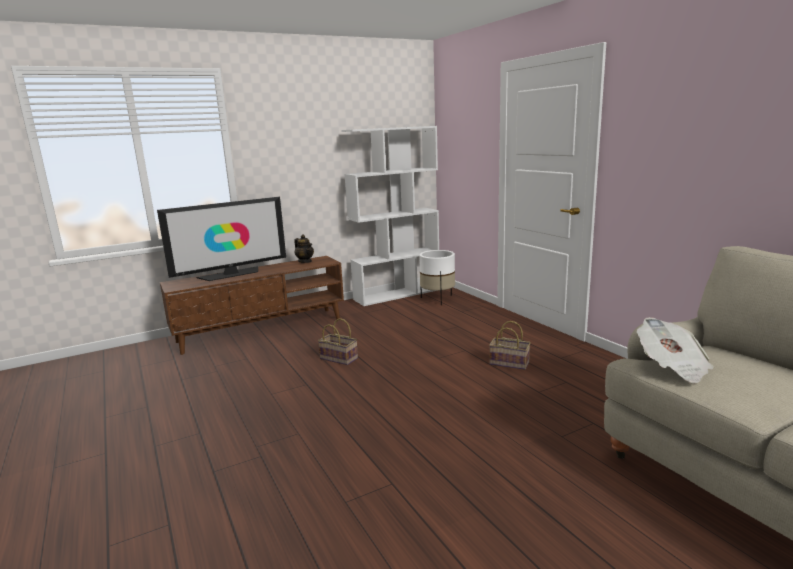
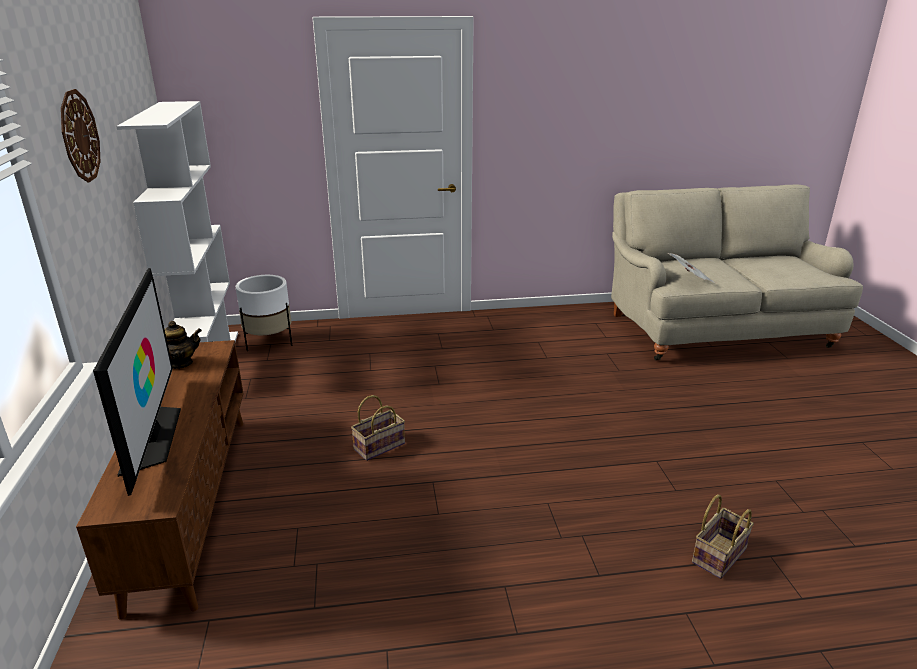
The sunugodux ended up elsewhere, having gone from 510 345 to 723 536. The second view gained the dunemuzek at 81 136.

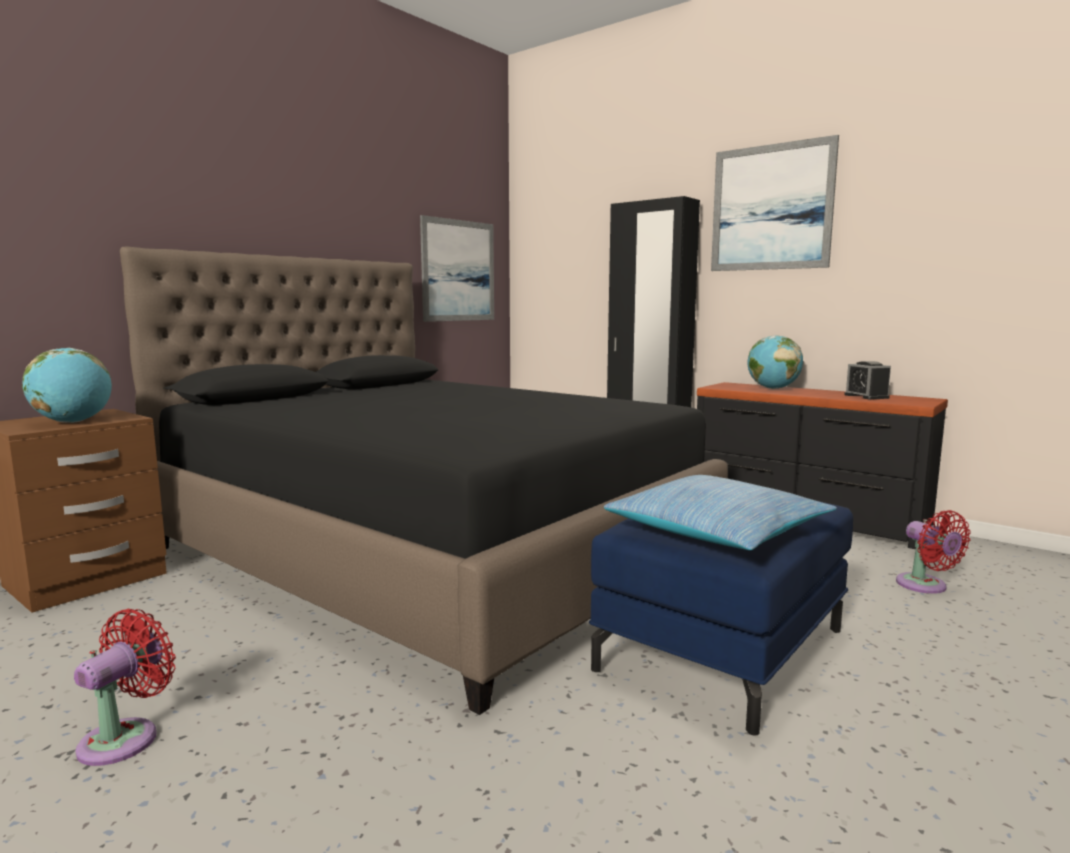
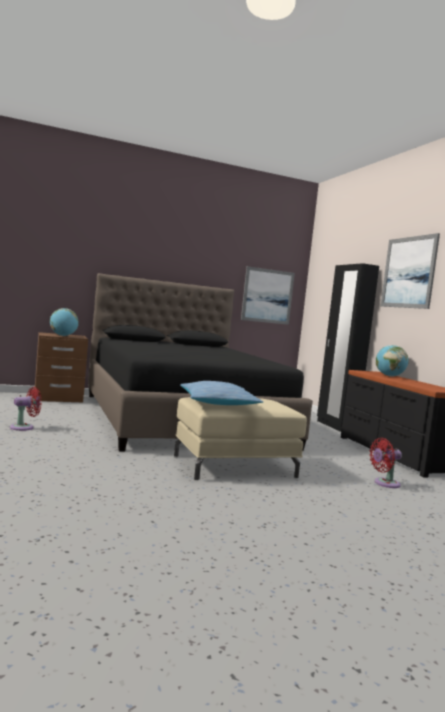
What was the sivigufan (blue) at 721 618 turned into the sivigufan (beige) at 240 438. The second view lost the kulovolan at 867 380. The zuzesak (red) at 933 552 ended up facing another way, 60 degrees clockwise from before.

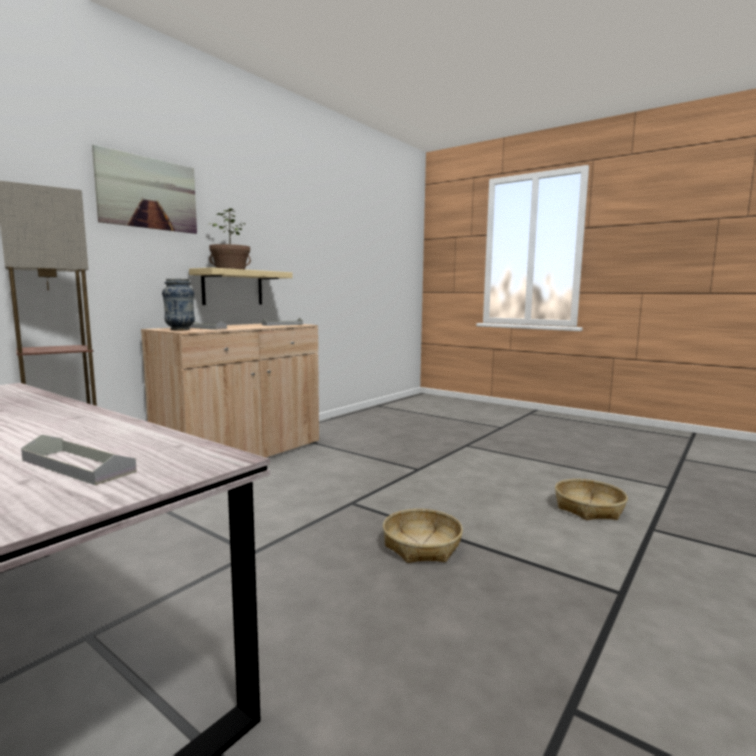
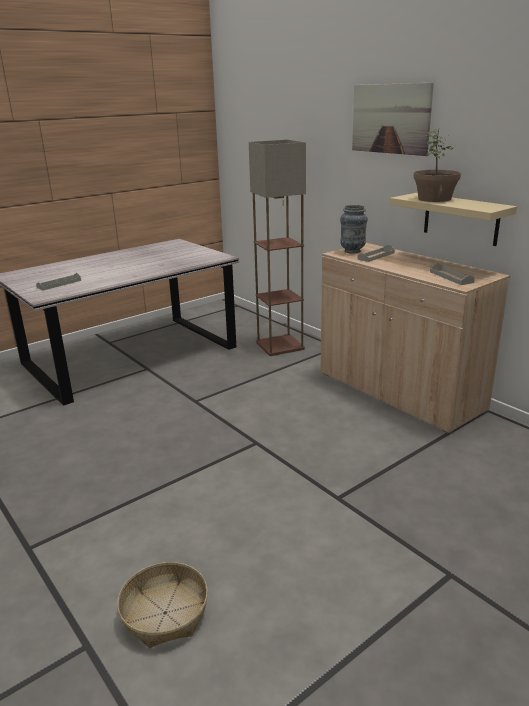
The second view lost the sunugodux at 423 536.

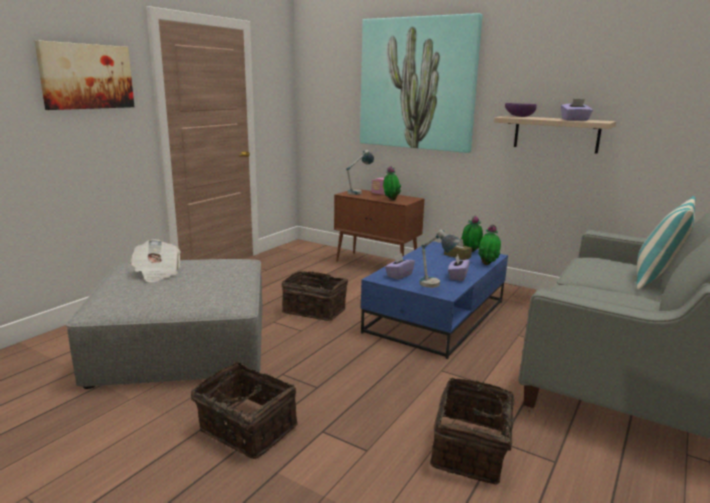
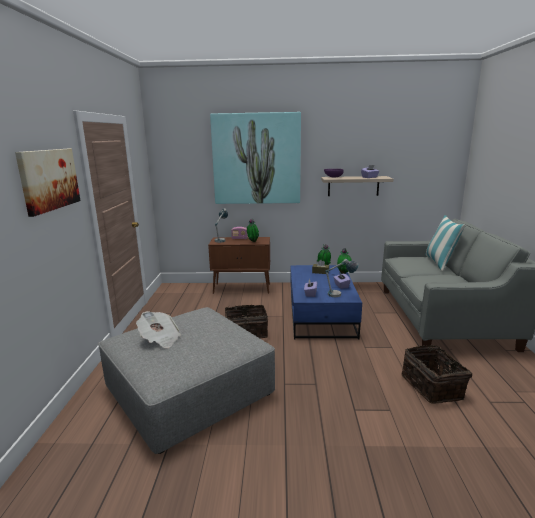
The second view lost the sunugodux at 244 410.

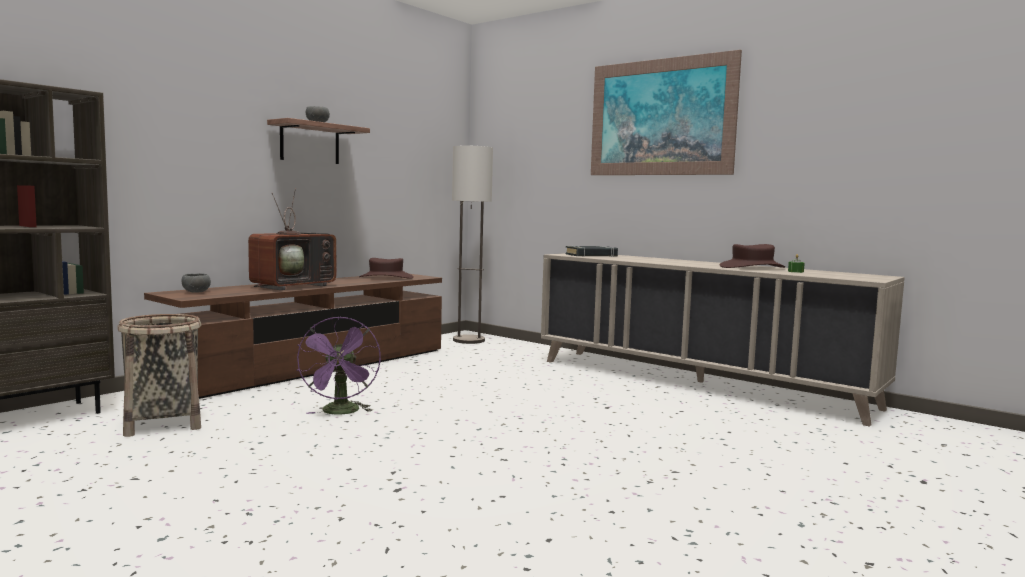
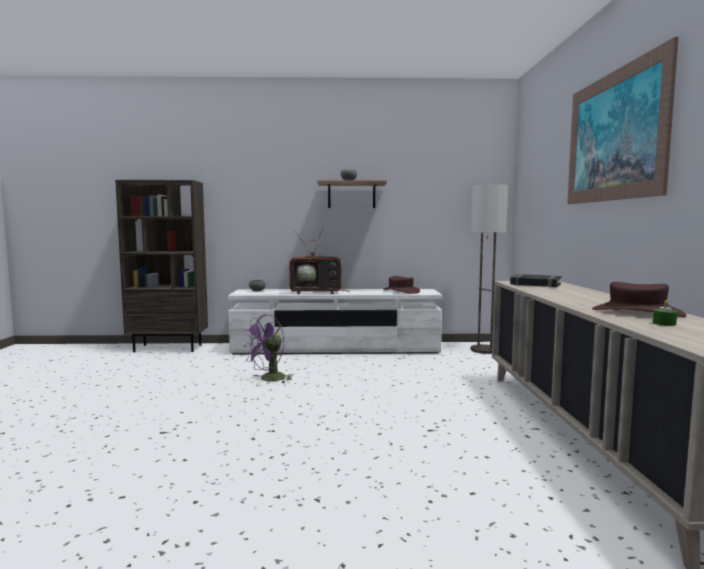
The second view lost the sunugodux at 159 375. What was the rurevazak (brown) at 293 336 turned into the rurevazak (white) at 335 321.

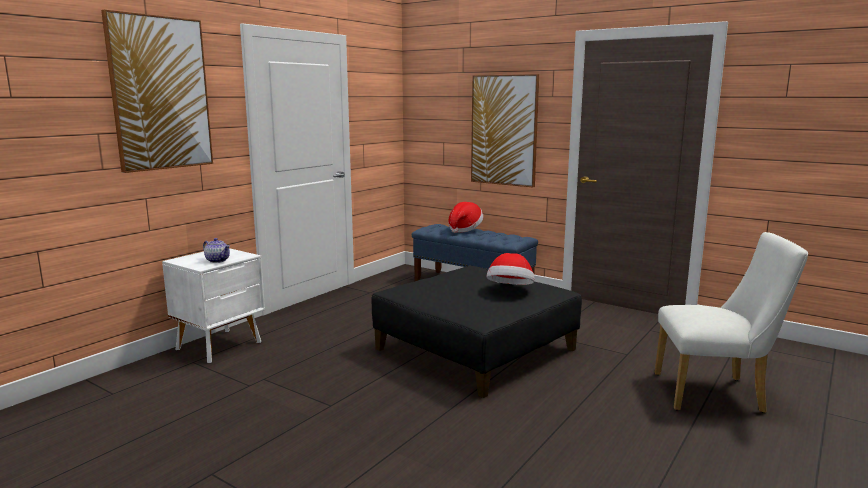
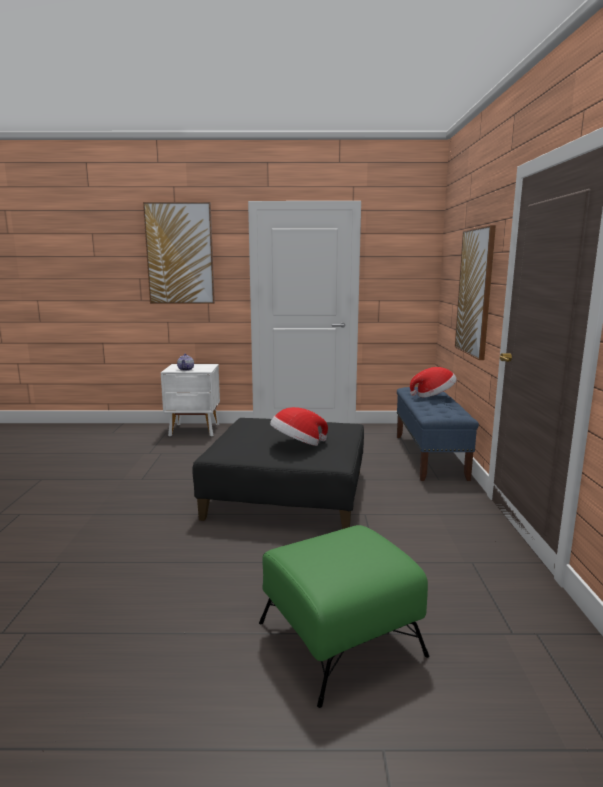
Where the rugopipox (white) stood at 731 322, the sivigufan (green) came to stand at 344 616.

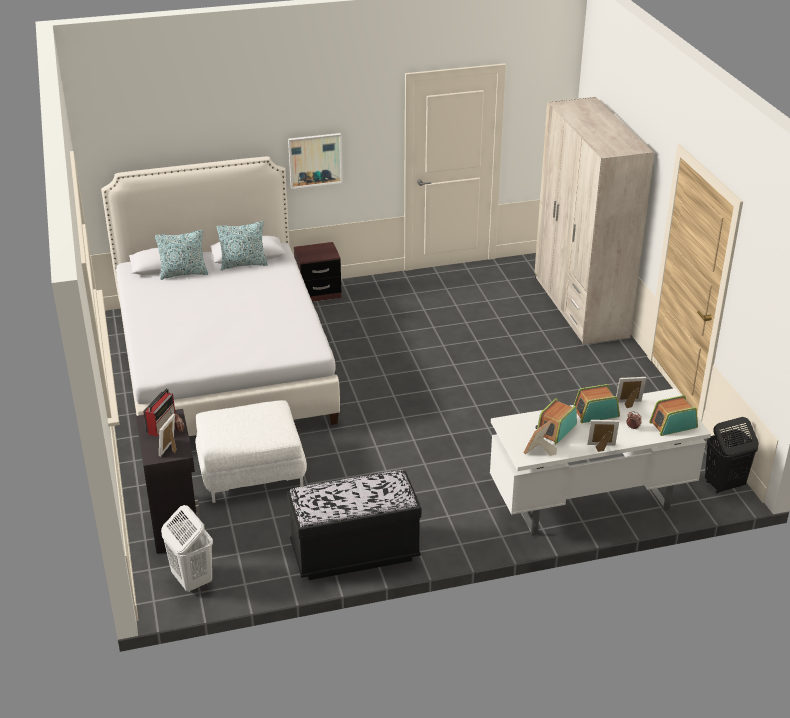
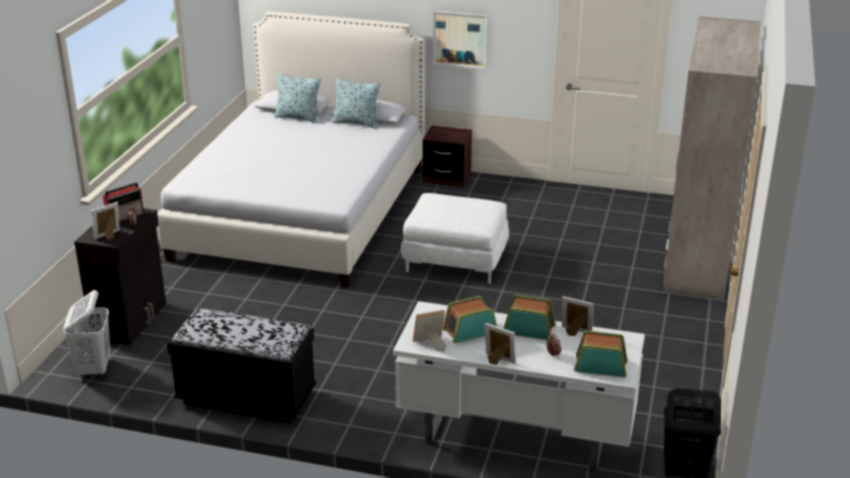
The sivigufan (white) ended up elsewhere, having gone from 251 451 to 455 238.

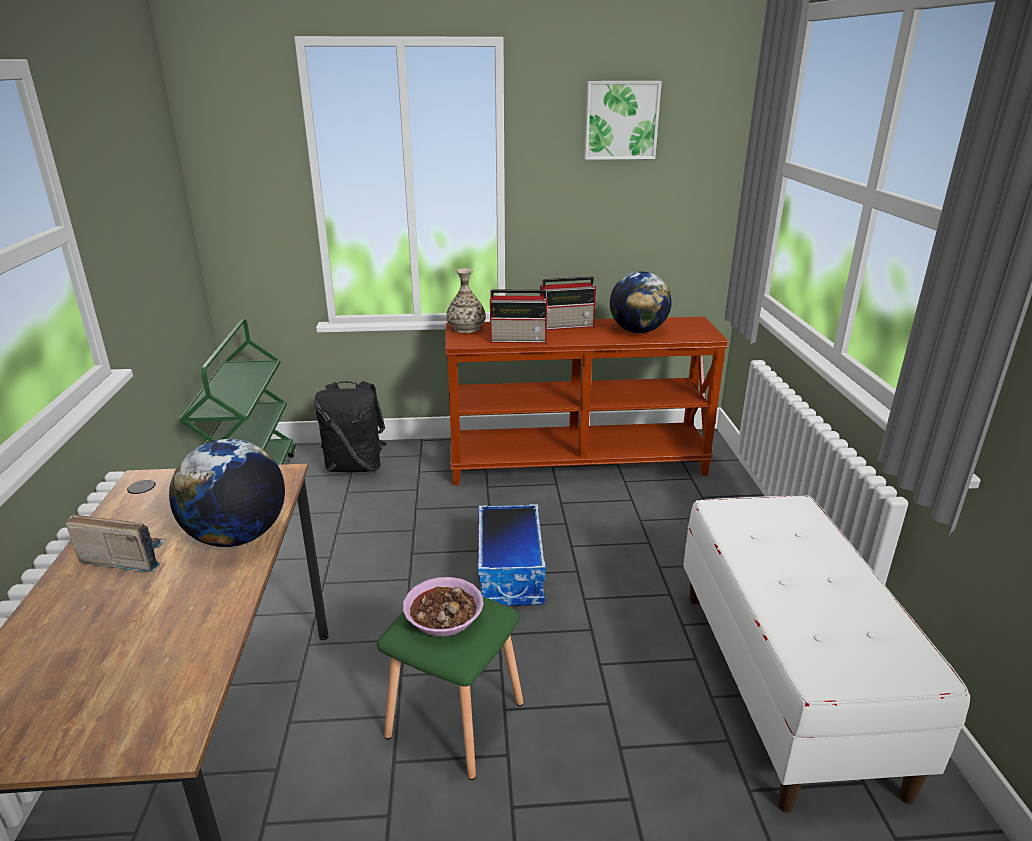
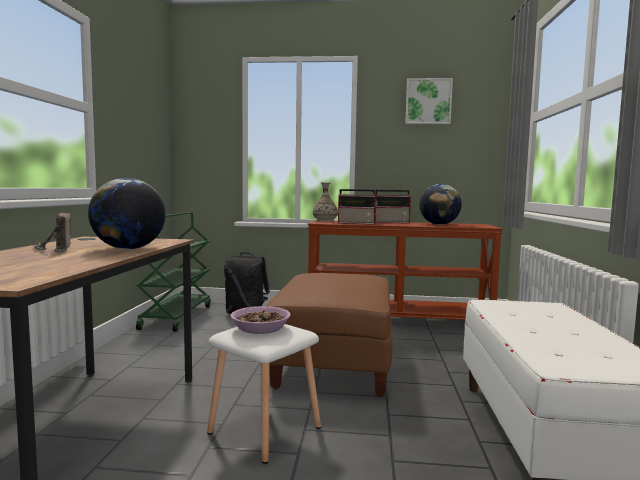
The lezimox at 116 543 ended up facing another way, 135 degrees counterclockwise from before. What was the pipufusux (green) at 450 688 turned into the pipufusux (white) at 264 394. Where the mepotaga stood at 512 555, the sivigufan (brown) came to stand at 330 335.

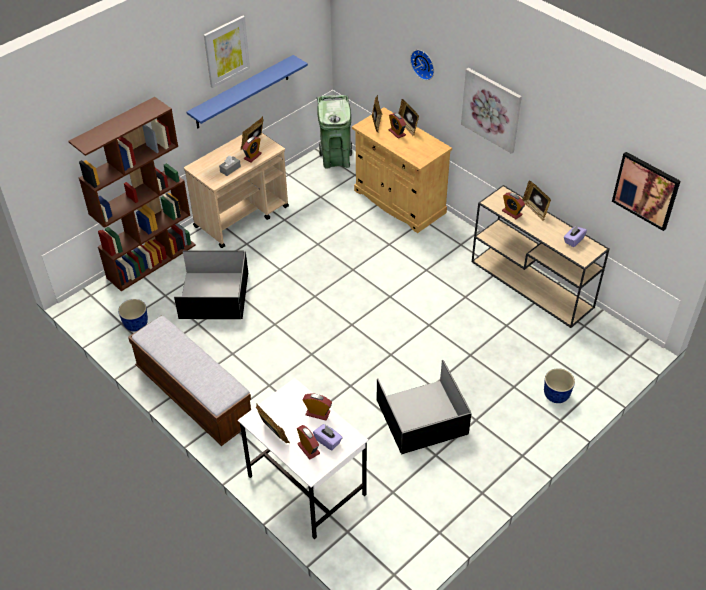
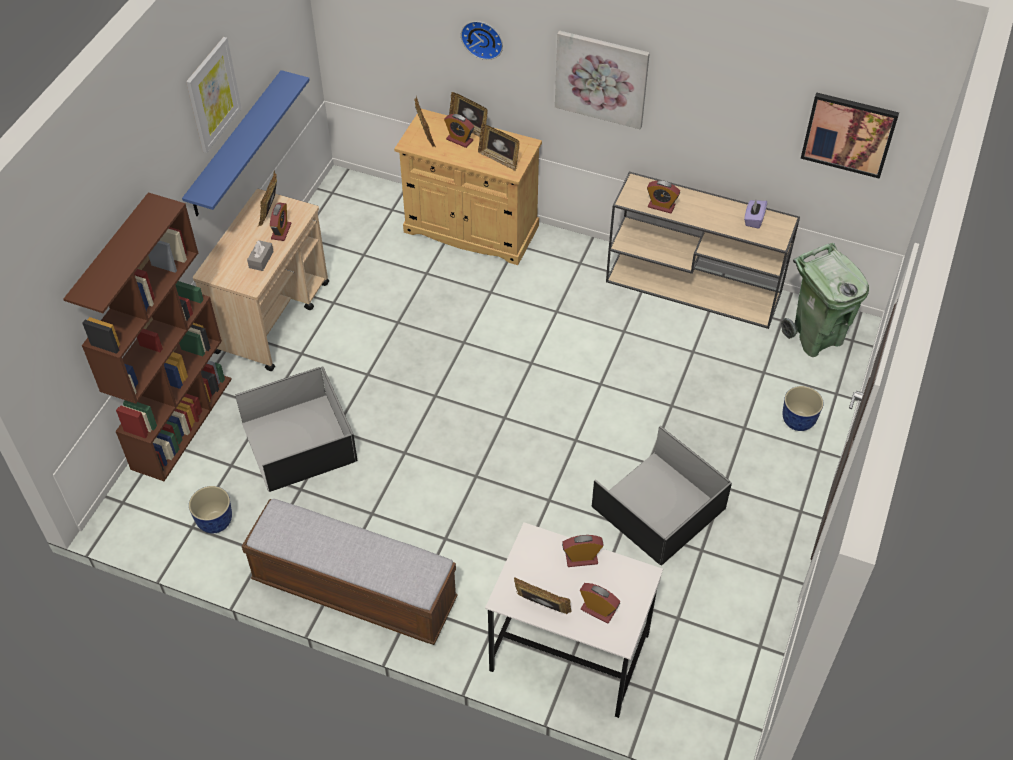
The second view lost the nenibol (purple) at 328 437. The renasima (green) ended up elsewhere, having gone from 334 131 to 825 300. The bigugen ended up elsewhere, having gone from 536 200 to 499 147.

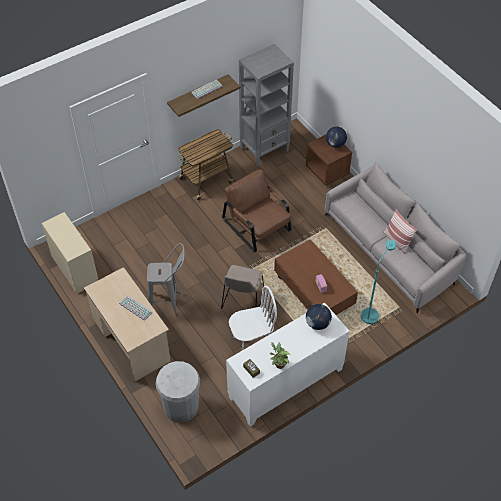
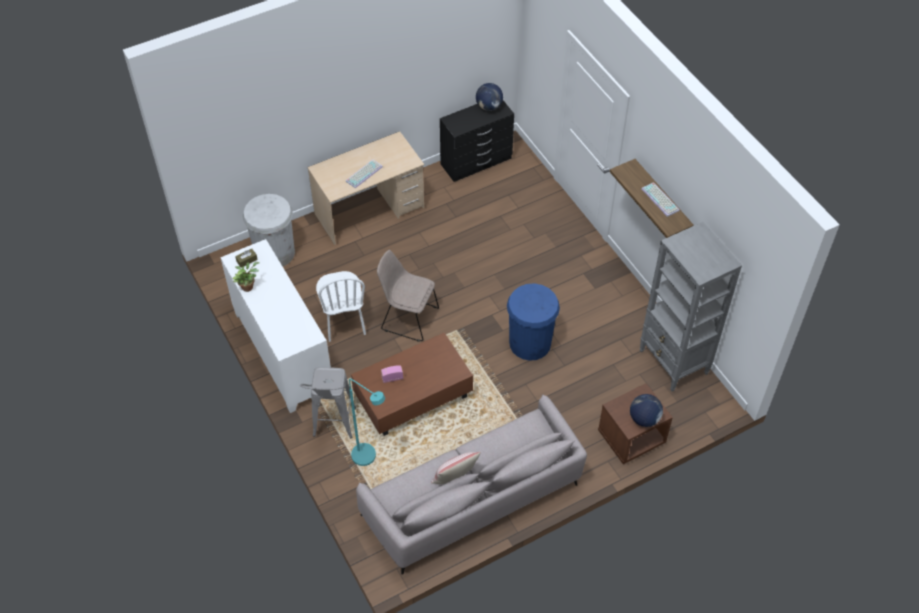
What was the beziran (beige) at 70 253 turned into the beziran (black) at 477 141. The pipufusux (grey) ended up elsewhere, having gone from 166 279 to 328 402. The second view lost the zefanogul at 205 164. Where the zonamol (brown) stood at 256 210, the renasima (blue) came to stand at 533 322. The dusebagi ended up elsewhere, having gone from 319 317 to 489 97.

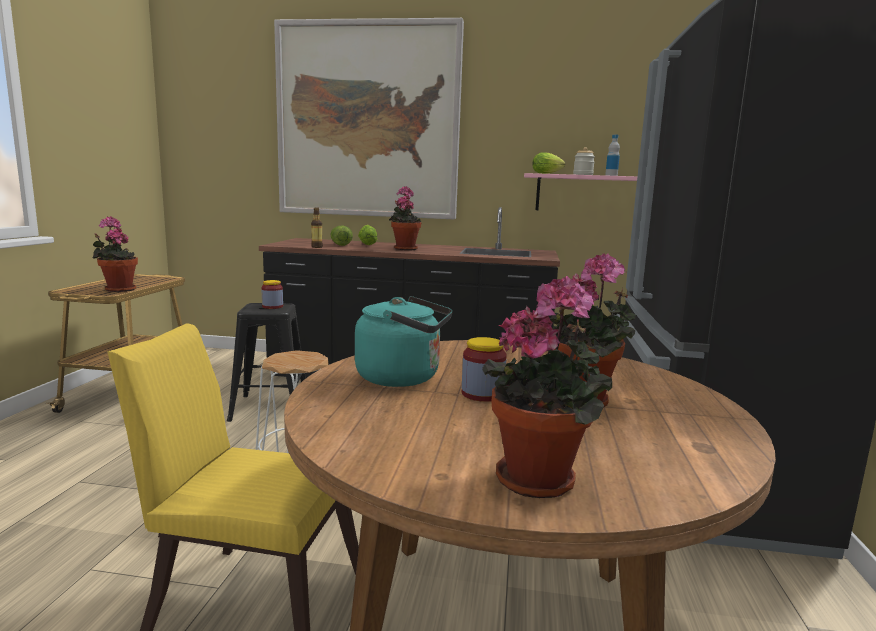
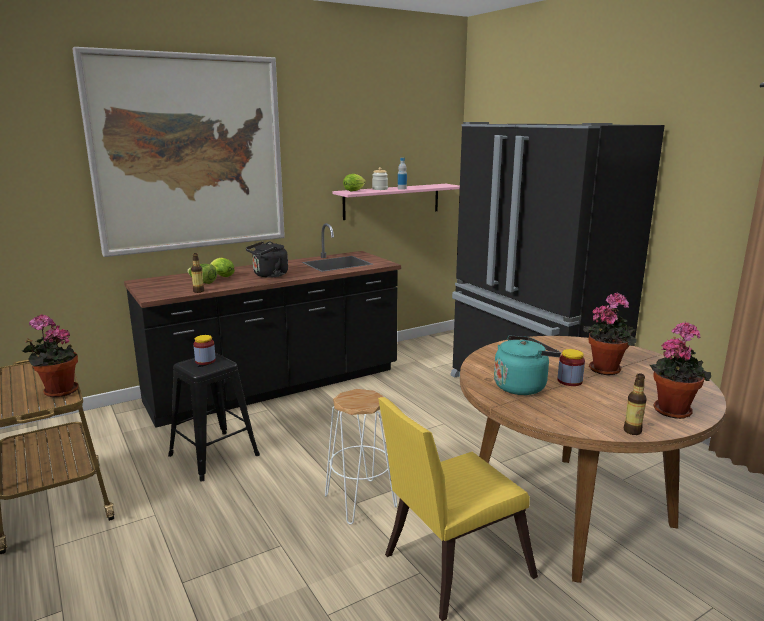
Where the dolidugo stood at 405 218, the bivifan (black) came to stand at 267 259. The second view gained the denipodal at 635 404.

